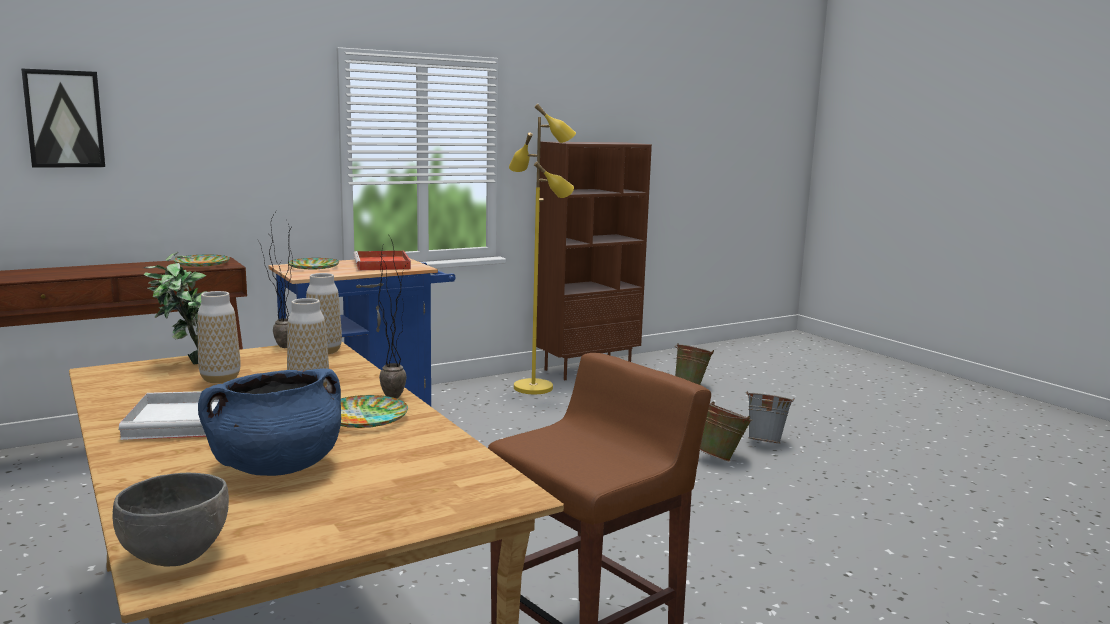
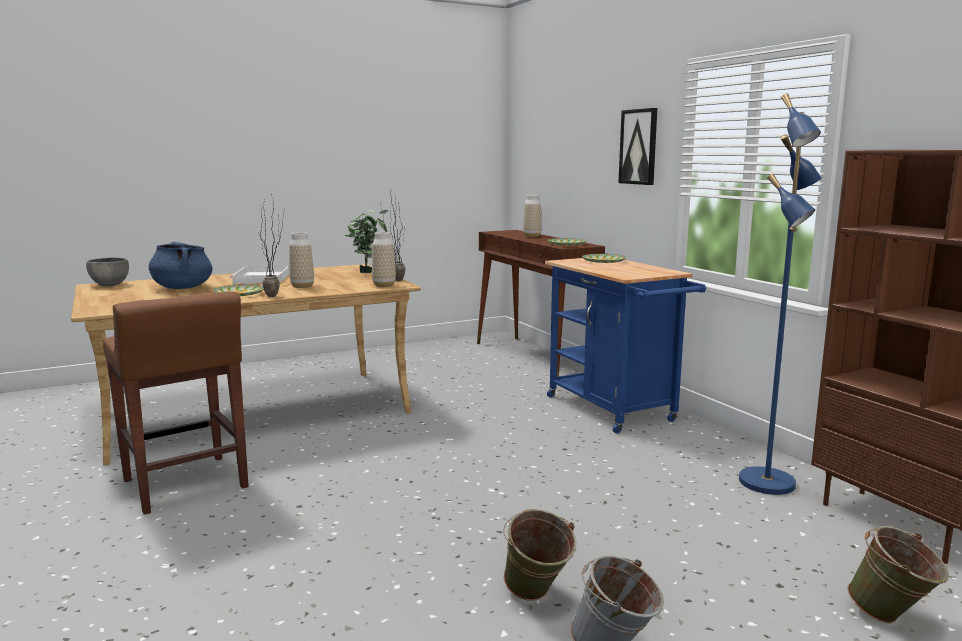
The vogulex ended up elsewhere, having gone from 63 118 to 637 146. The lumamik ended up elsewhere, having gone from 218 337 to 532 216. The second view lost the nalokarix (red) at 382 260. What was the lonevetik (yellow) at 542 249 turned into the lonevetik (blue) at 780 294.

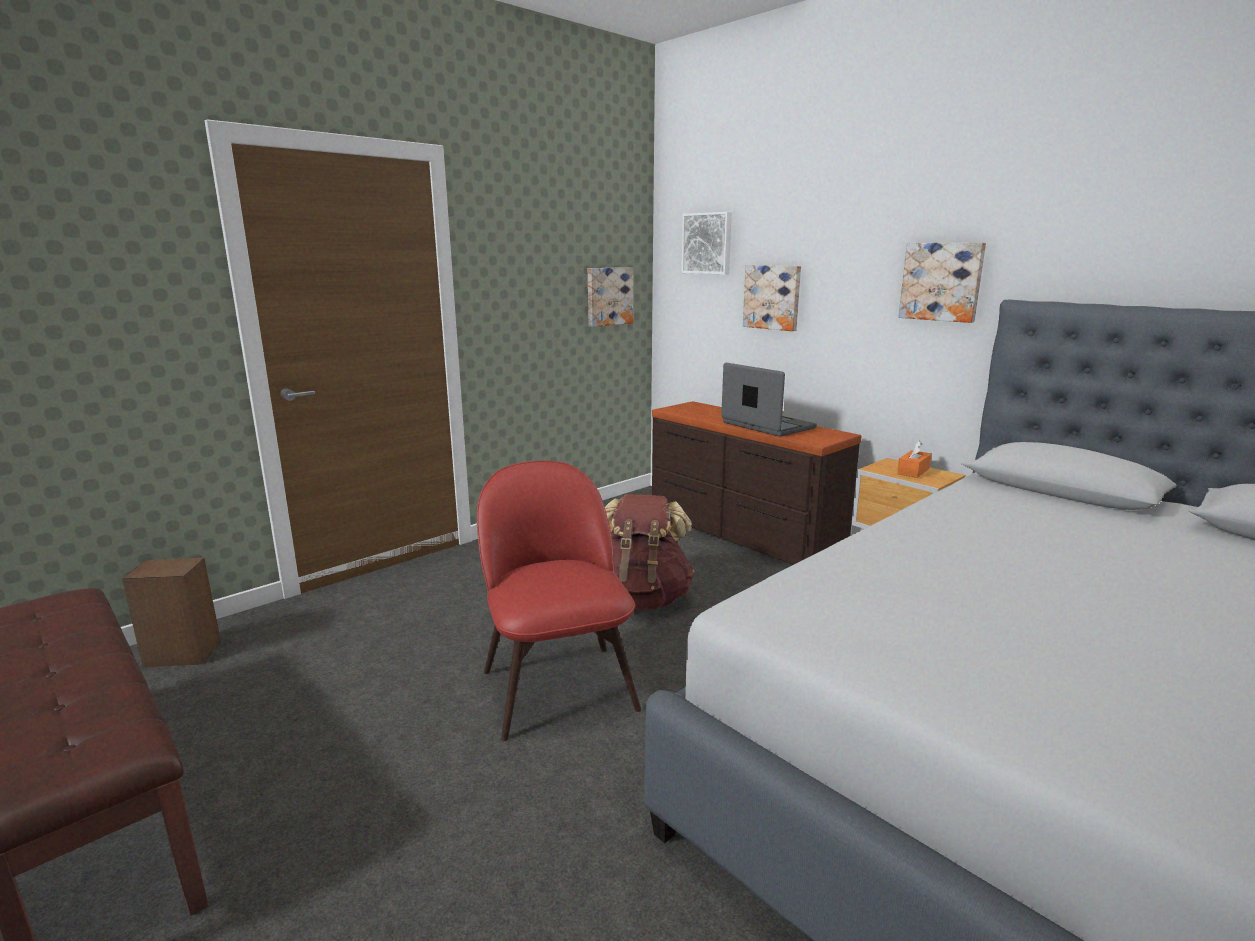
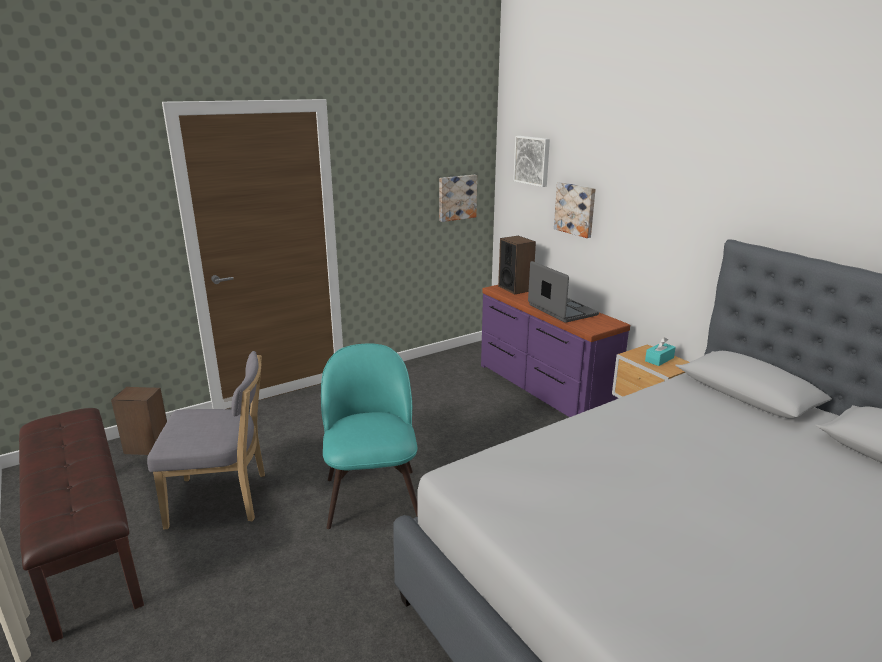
What was the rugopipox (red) at 559 600 turned into the rugopipox (turquoise) at 369 436. The second view lost the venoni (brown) at 650 551. What was the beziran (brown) at 756 483 turned into the beziran (purple) at 555 351. What was the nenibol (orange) at 914 459 turned into the nenibol (turquoise) at 660 351. The second view lost the vogulex at 942 282. The second view gained the rugopipox (grey) at 206 440. The second view gained the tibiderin at 517 265.

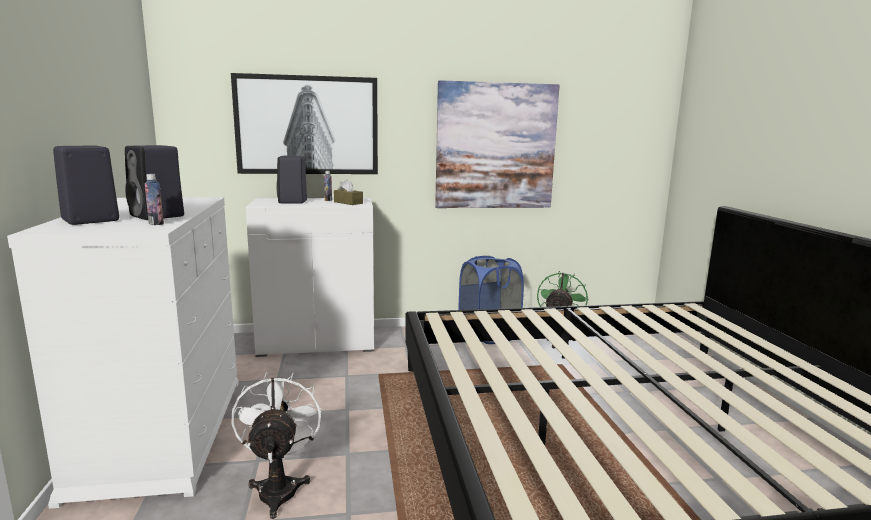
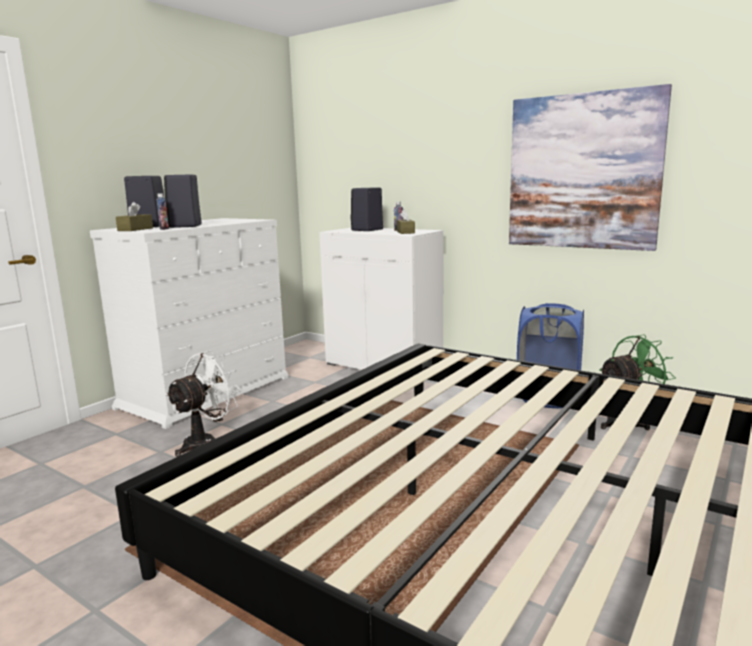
The second view lost the vogulex at 304 123. The second view gained the nenibol (brown) at 134 216.

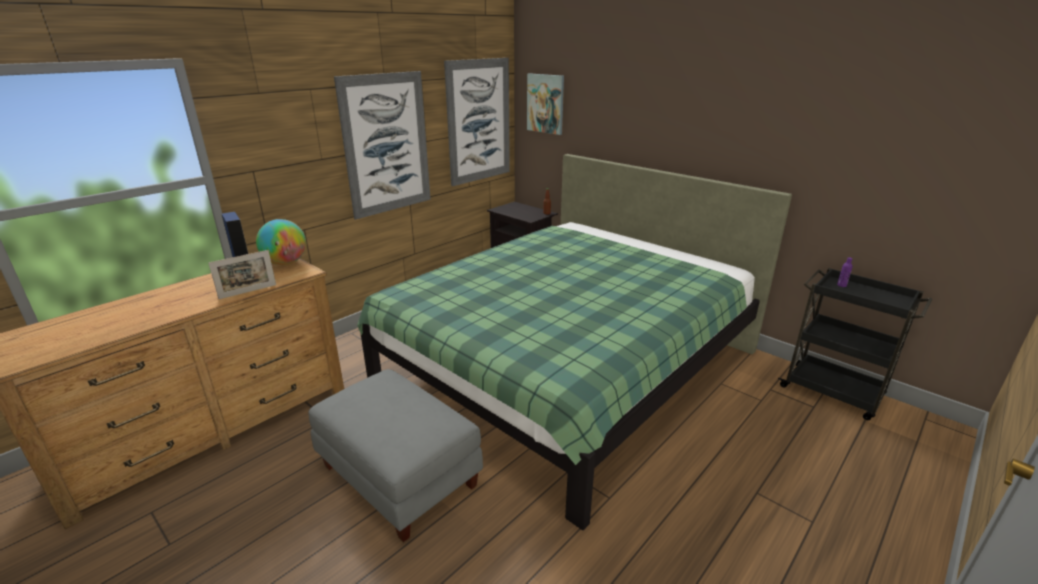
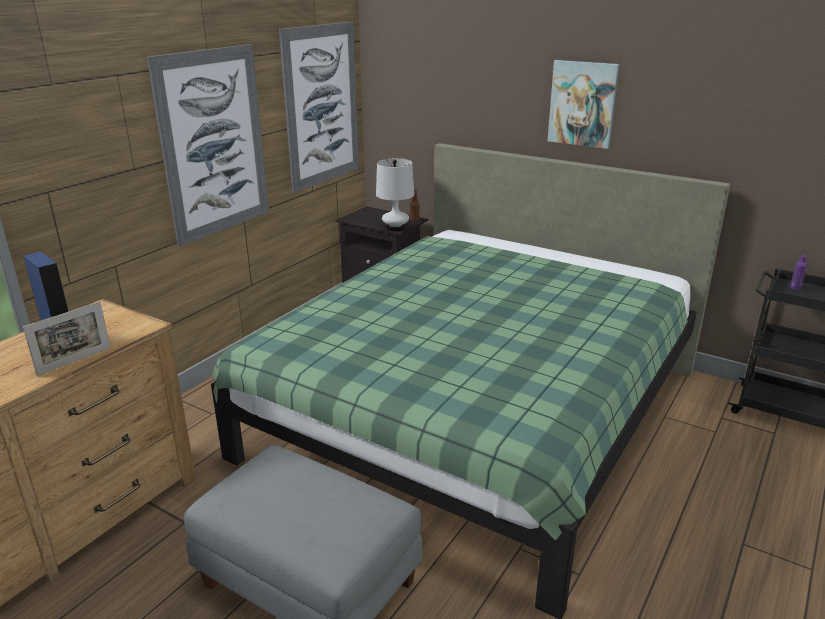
The second view lost the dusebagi at 281 242. The vogulex ended up elsewhere, having gone from 545 104 to 583 104. The second view gained the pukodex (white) at 395 194.

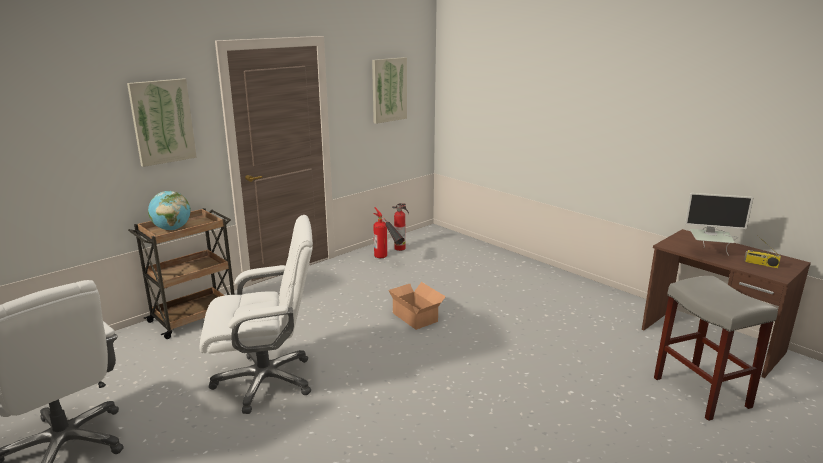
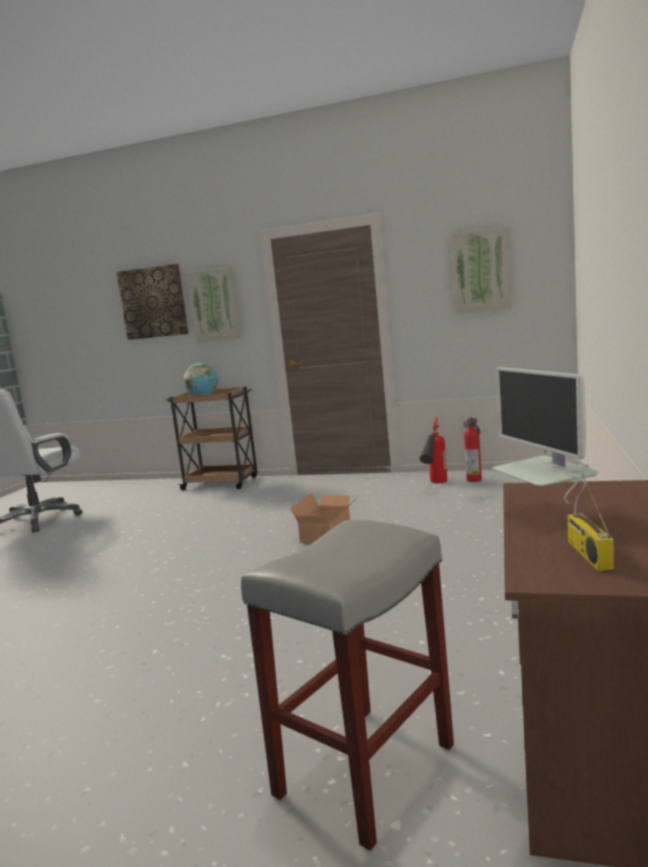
The second view lost the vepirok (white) at 256 314. The second view gained the vogulex at 153 302.

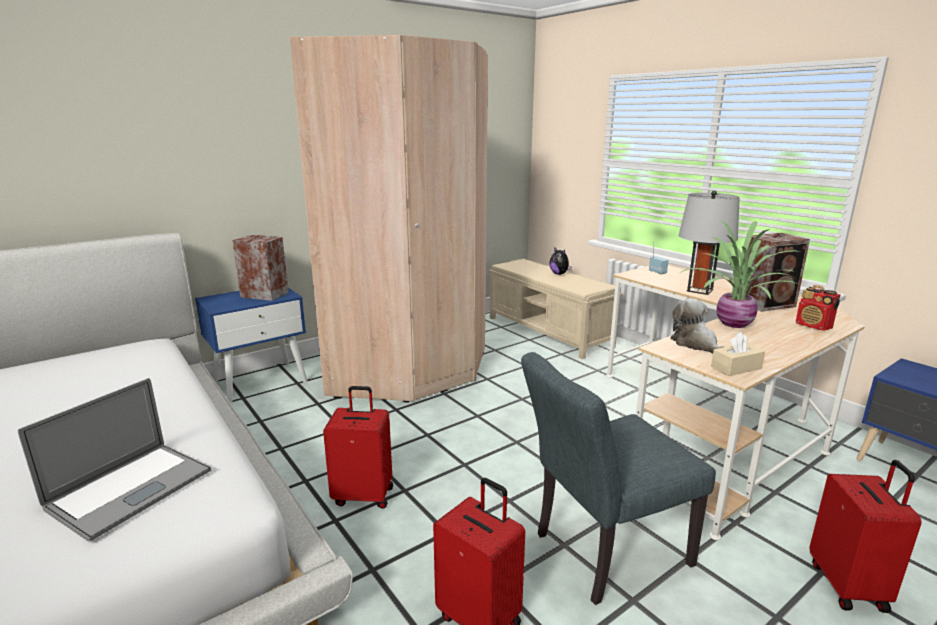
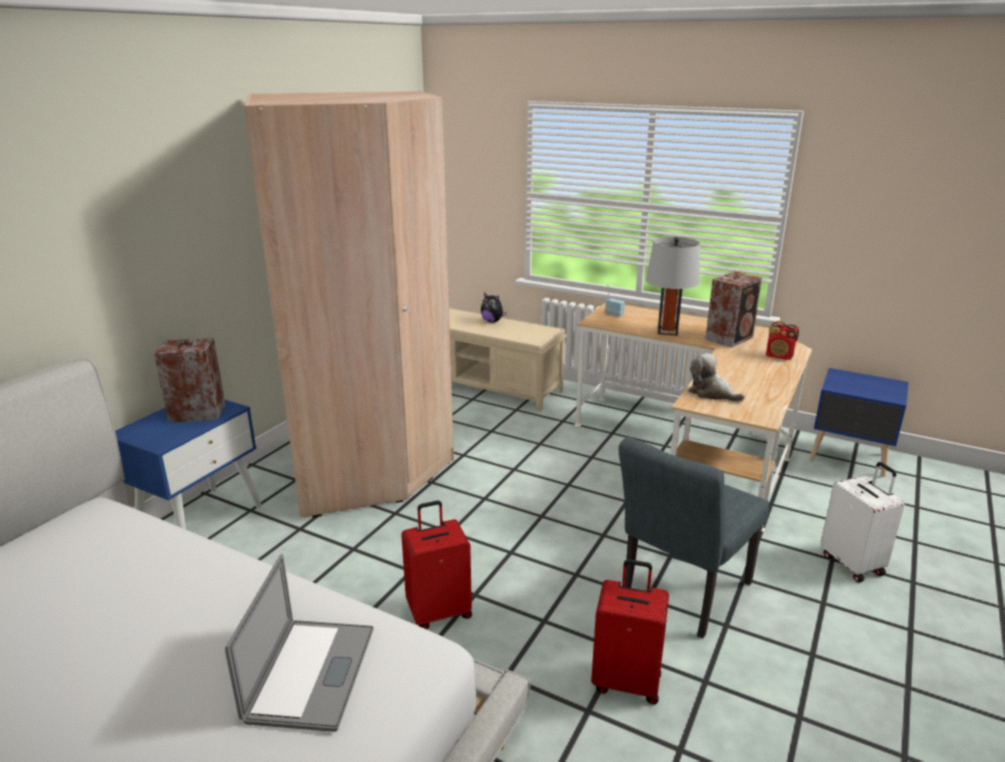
The second view lost the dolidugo at 739 274. The second view lost the nenibol (beige) at 738 354. What was the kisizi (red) at 865 536 turned into the kisizi (white) at 862 522.

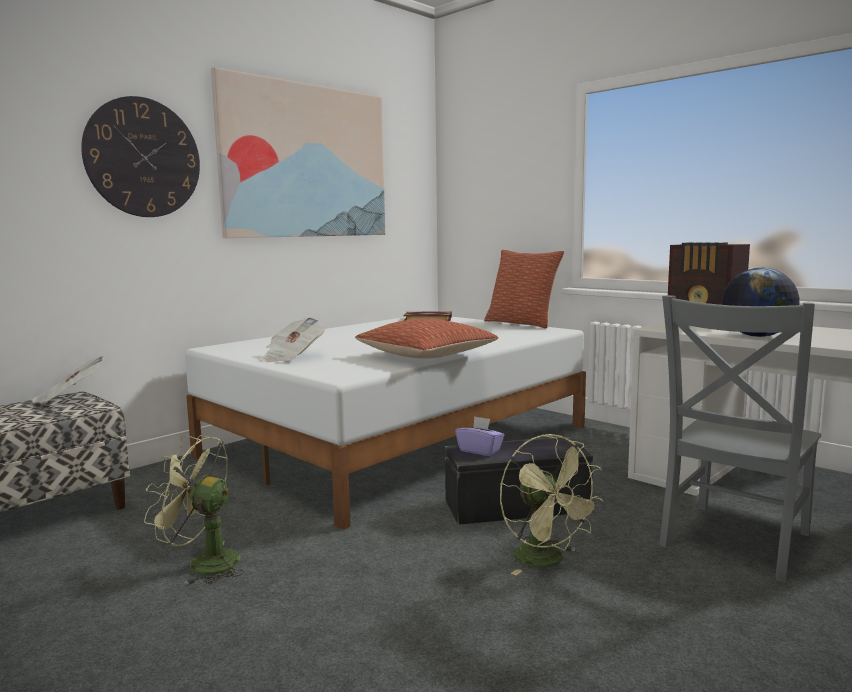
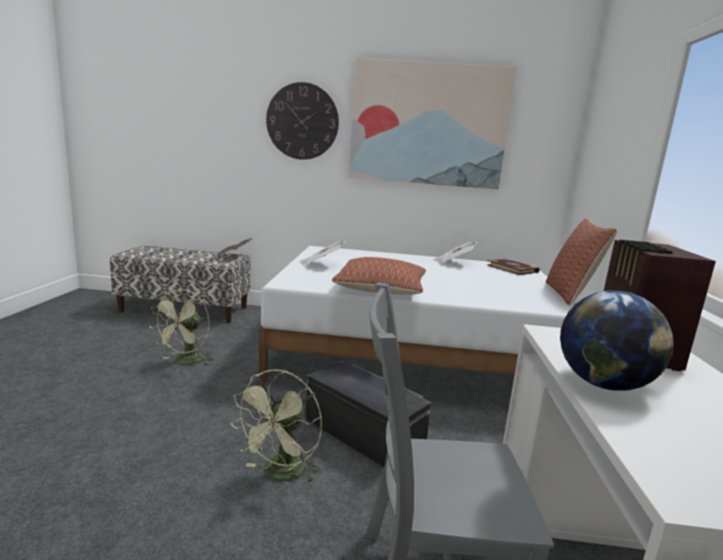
The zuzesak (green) at 194 510 ended up facing another way, 135 degrees counterclockwise from before. The second view lost the nenibol (purple) at 479 436. The second view gained the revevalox at 455 252.

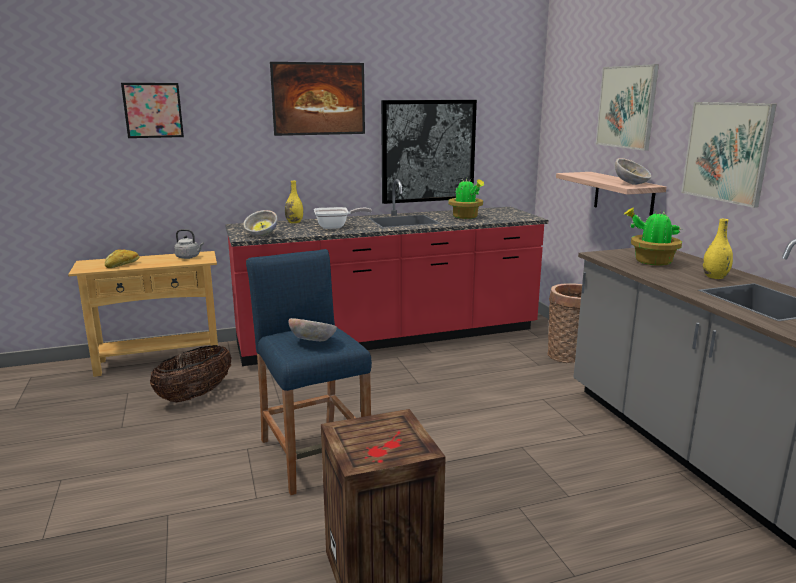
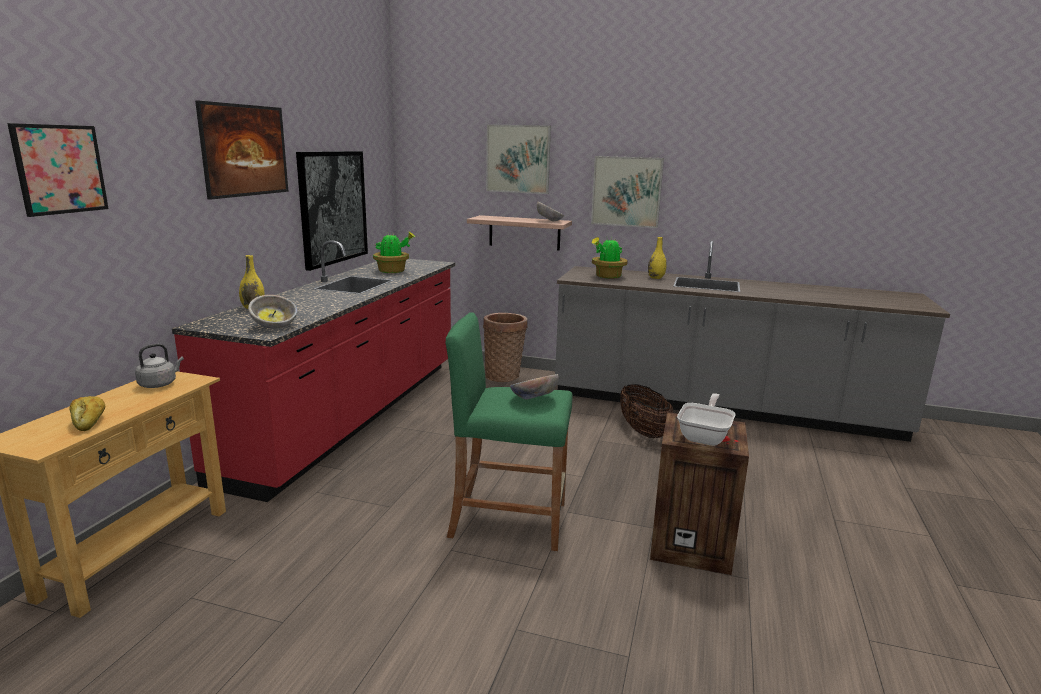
The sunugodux ended up elsewhere, having gone from 191 373 to 646 411. What was the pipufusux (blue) at 309 372 turned into the pipufusux (green) at 509 431. The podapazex ended up elsewhere, having gone from 343 218 to 706 419.

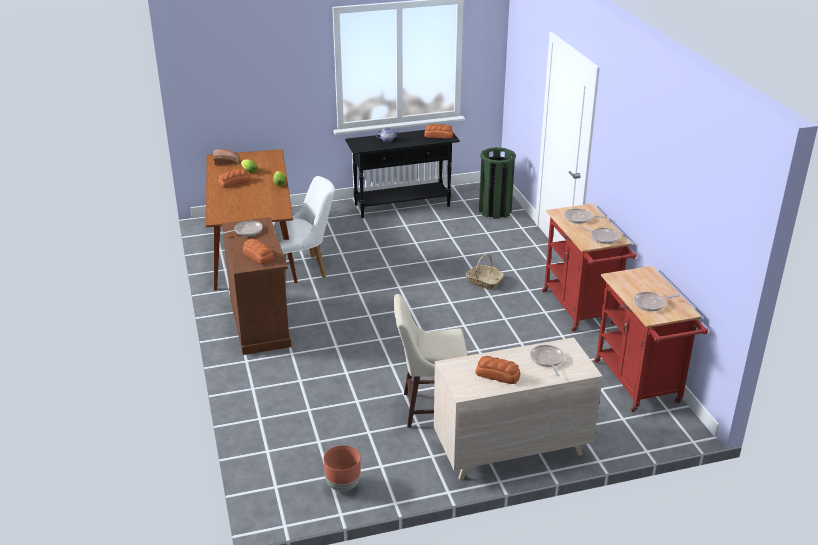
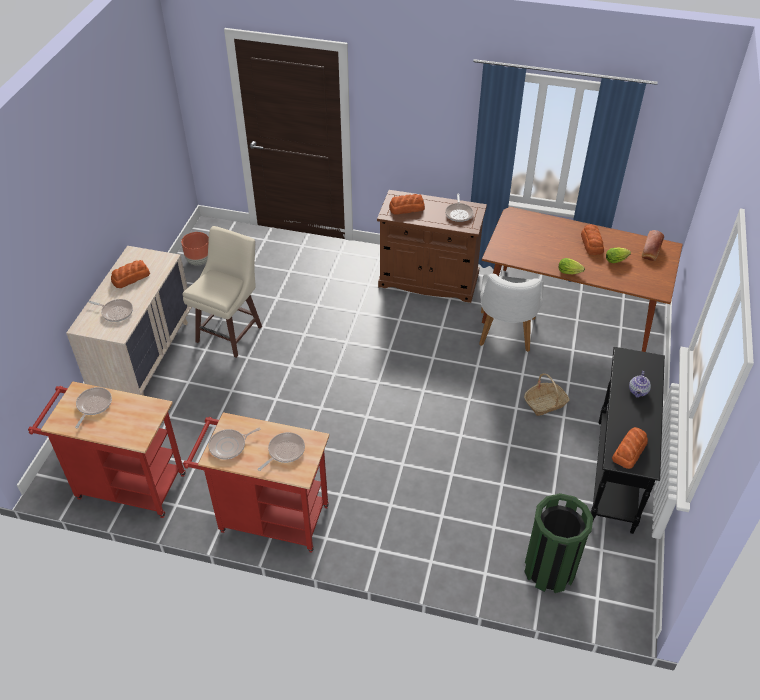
The sunugodux ended up elsewhere, having gone from 485 272 to 547 394.

